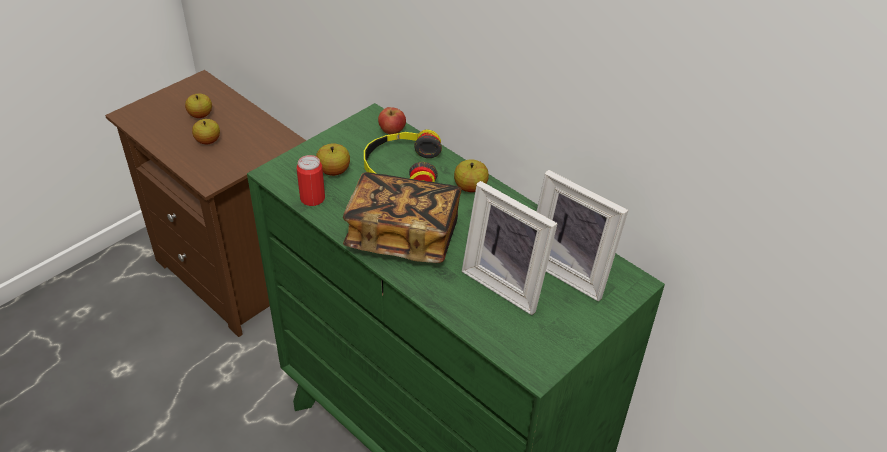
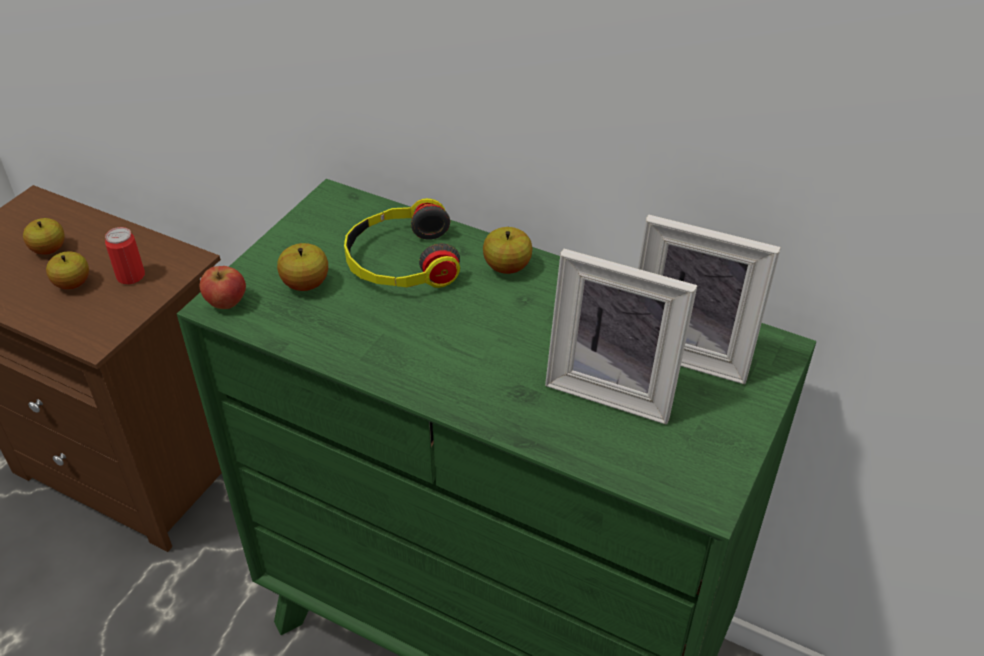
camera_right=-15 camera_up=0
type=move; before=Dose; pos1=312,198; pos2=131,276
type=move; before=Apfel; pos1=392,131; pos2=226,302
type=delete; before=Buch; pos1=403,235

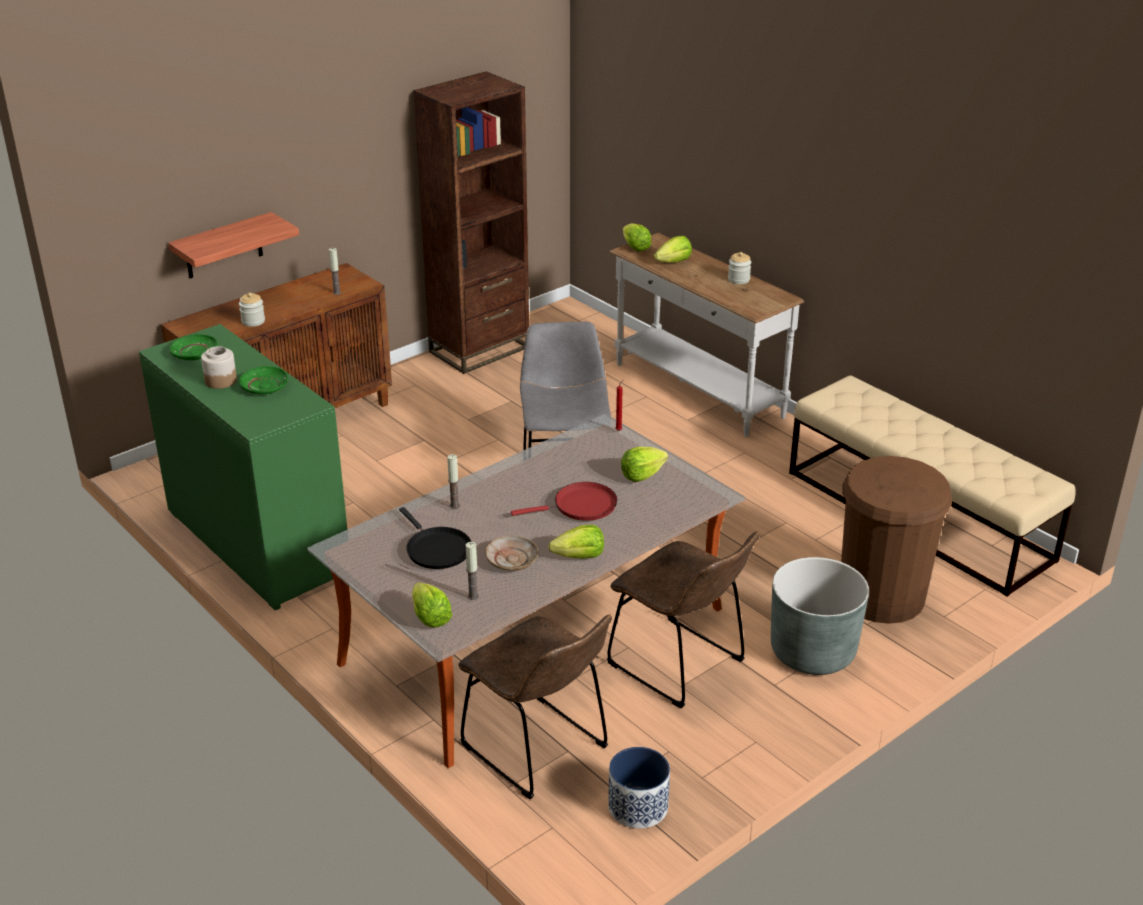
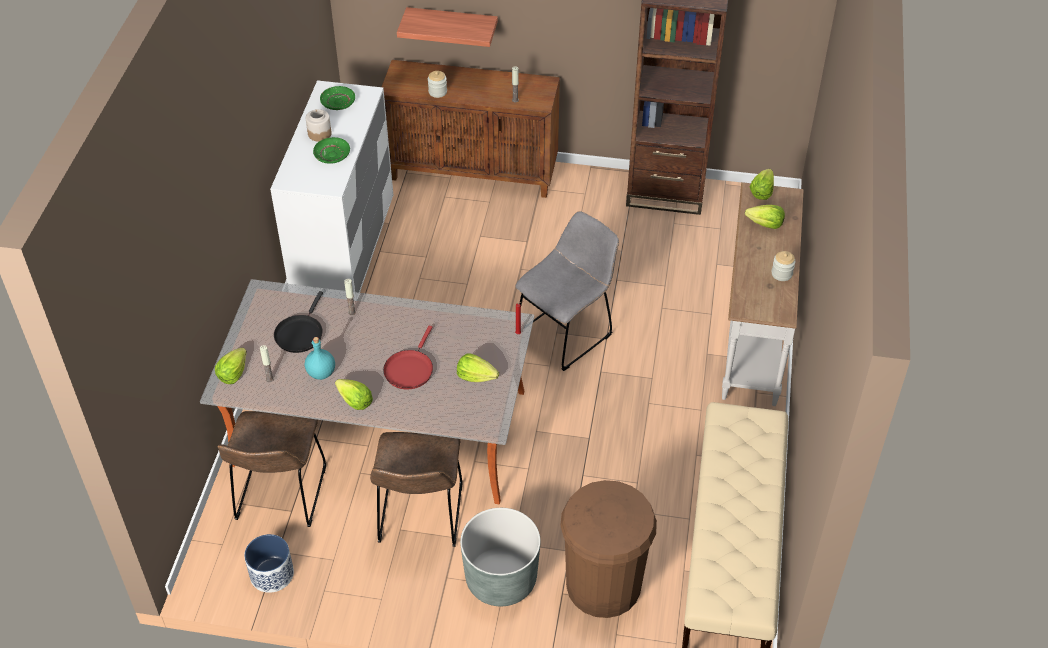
camera_right=50 camera_up=15
type=recolor; before=Kommode (grün); after=Kommode (weiß); pos1=257,543; pos2=343,246
type=replace; before=Teller (beige); after=Flasche (türkis); pos1=512,559; pos2=321,373
type=rotate; before=Pfanne (rot); pos1=581,506; pos2=409,369; turn=75

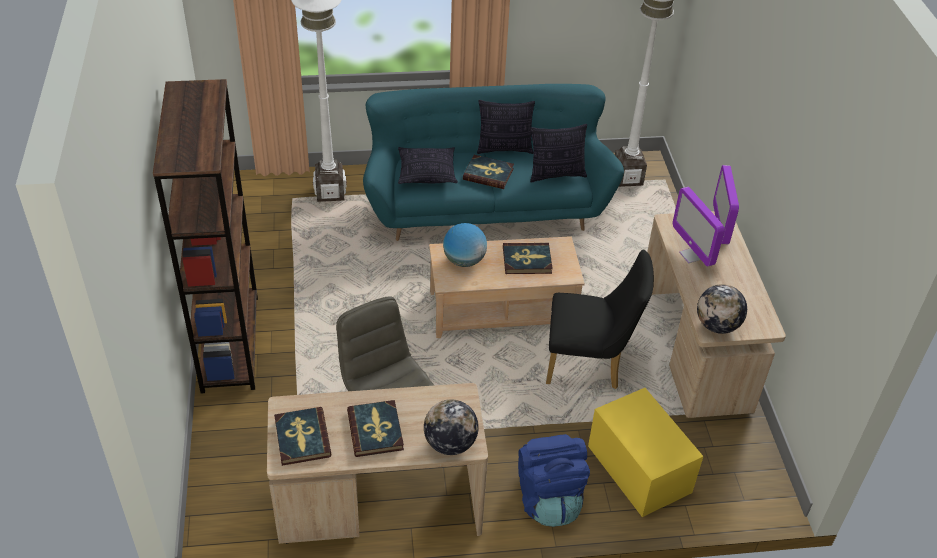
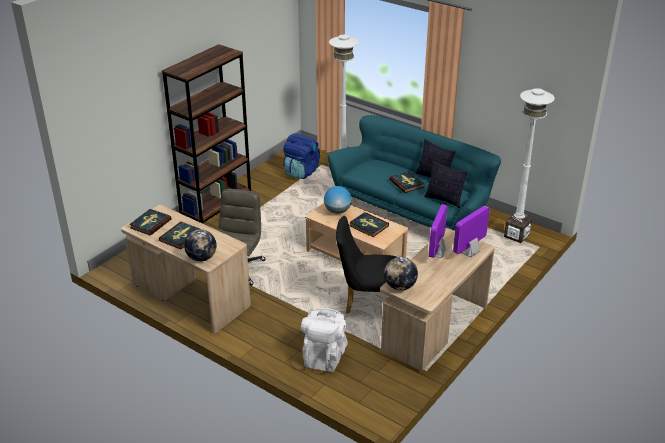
camera_right=45 camera_up=-10
type=move; before=Rucksack (blau); pos1=549,499; pos2=301,172
type=replace; before=Aufbewahrungsbox (gelb); after=Rucksack (weiß); pos1=639,469; pos2=324,356
type=rotate; before=Stuhl (schwarz); pos1=589,364; pos2=365,301; turn=135
type=delete; before=Kissen; pos1=427,173

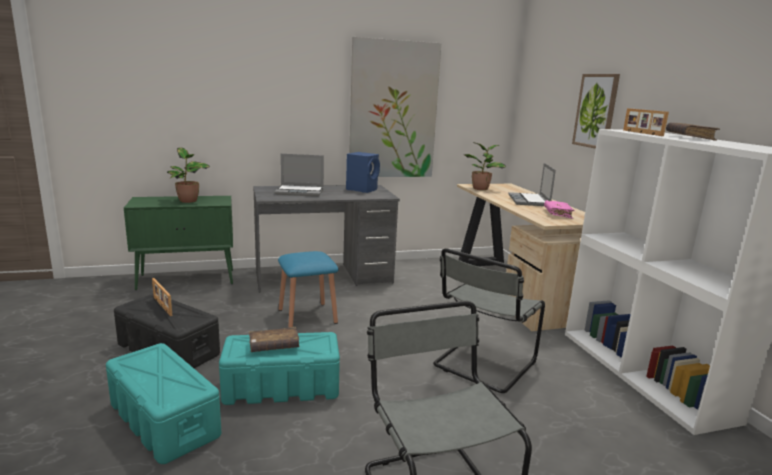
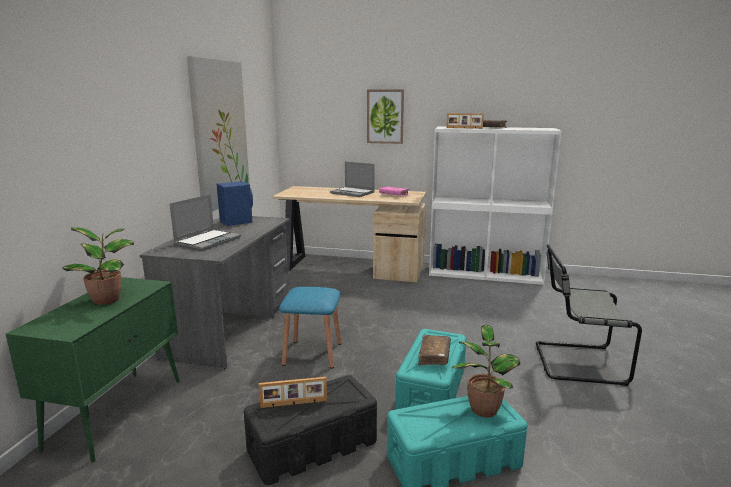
camera_right=-60 camera_up=0
type=move; before=Topfpflanze; pos1=481,188; pos2=483,408
type=delete; before=Stuhl (grau); pos1=482,365

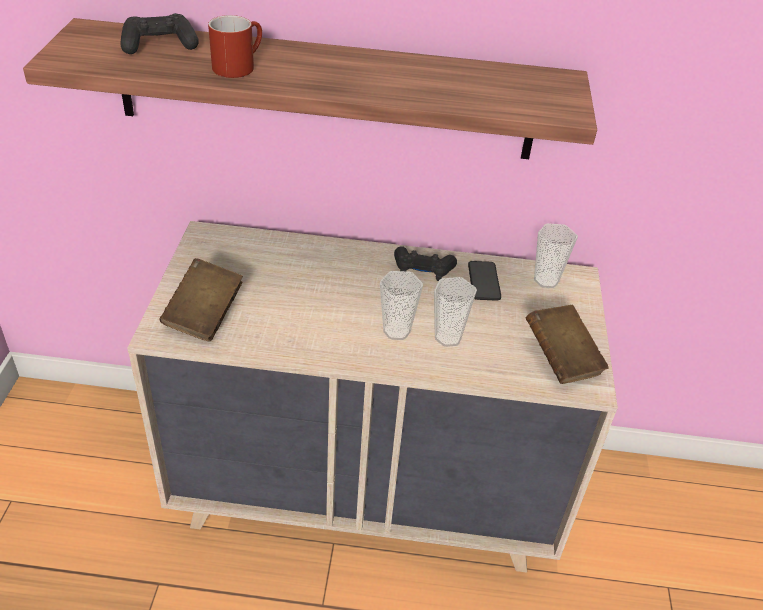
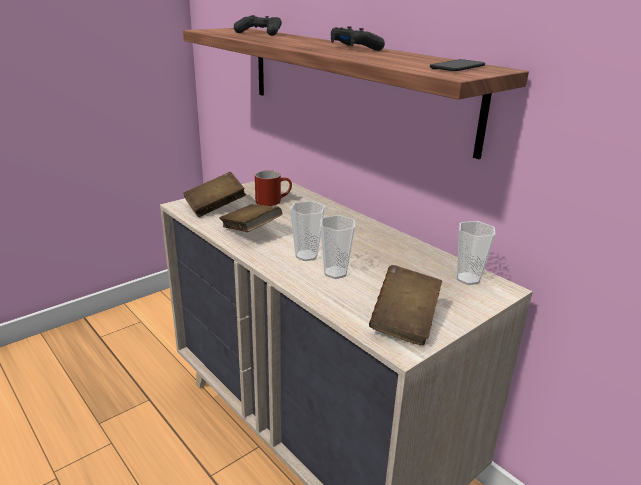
camera_right=45 camera_up=-15
type=insert; after=Buch (braun); pos2=250,231
type=move; before=Henkelbecher (rot); pos1=238,65; pos2=273,201
type=move; before=Gamepad (schwarz); pos1=422,270; pos2=354,48
type=move; before=Handy; pos1=484,281; pos2=457,67

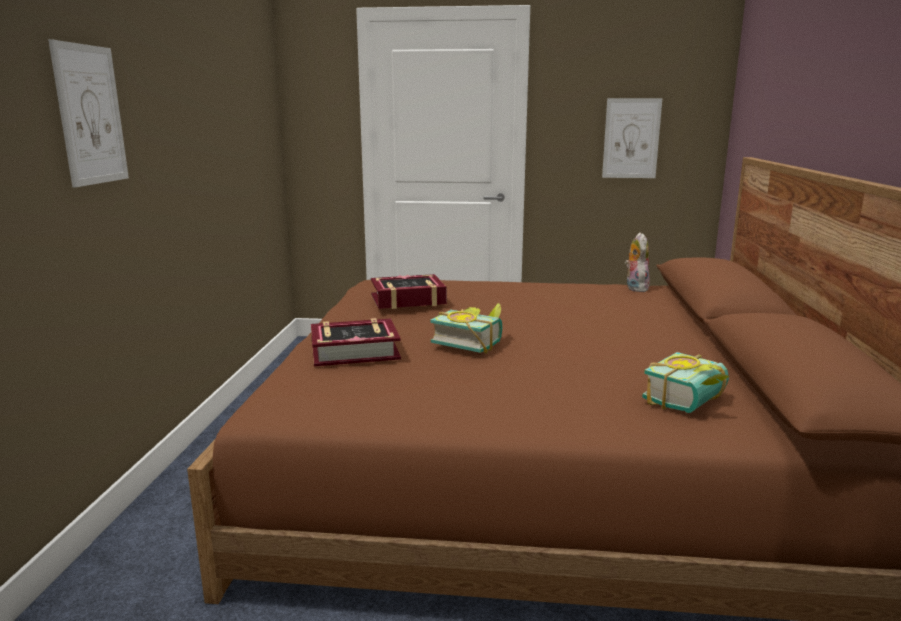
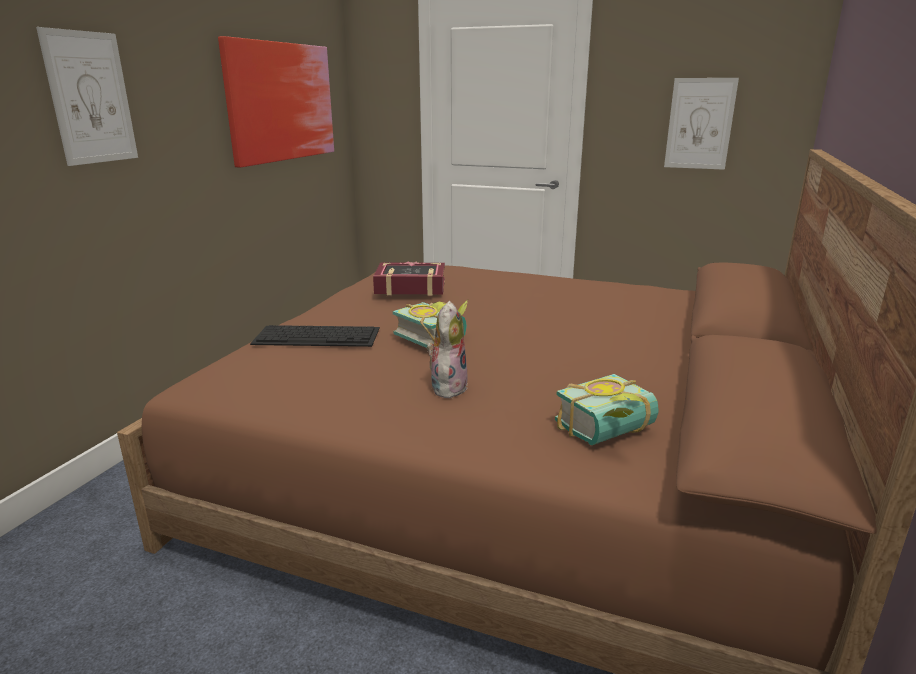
camera_right=15 camera_up=5
type=insert; after=Bild; pos2=281,102
type=replace; before=Buch; after=Tastatur; pos1=354,351; pos2=318,336
type=move; before=Plüschtier; pos1=634,288; pos2=447,387

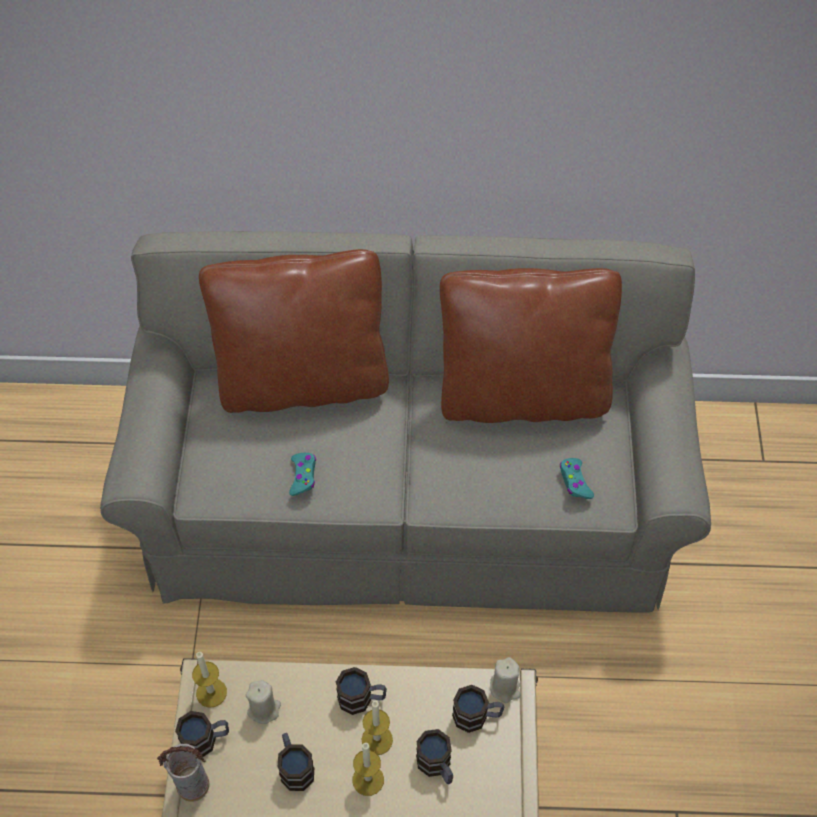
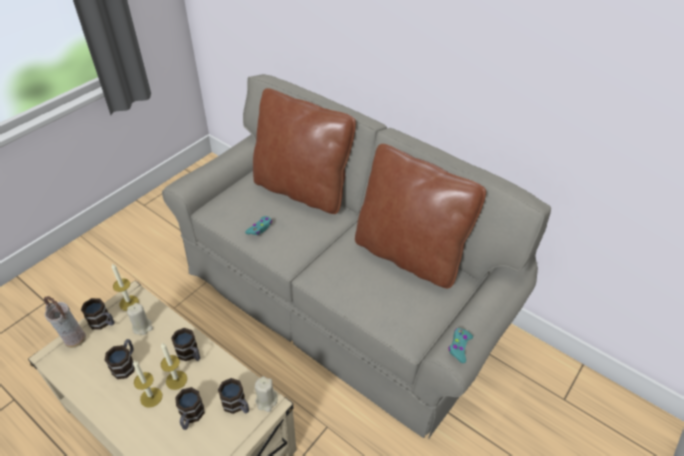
camera_right=35 camera_up=-10
type=move; before=Gamepad (türkis); pos1=575,482; pos2=459,347

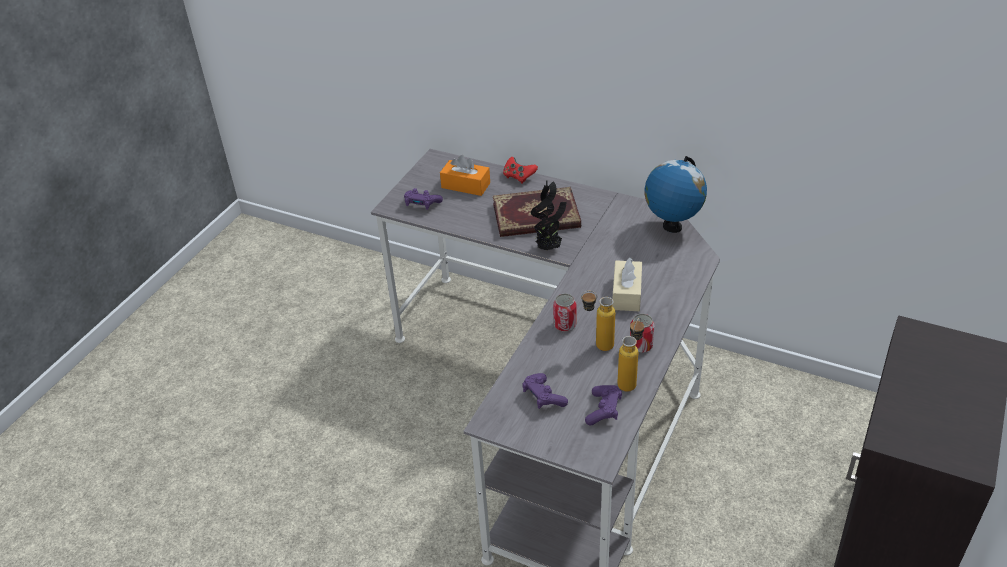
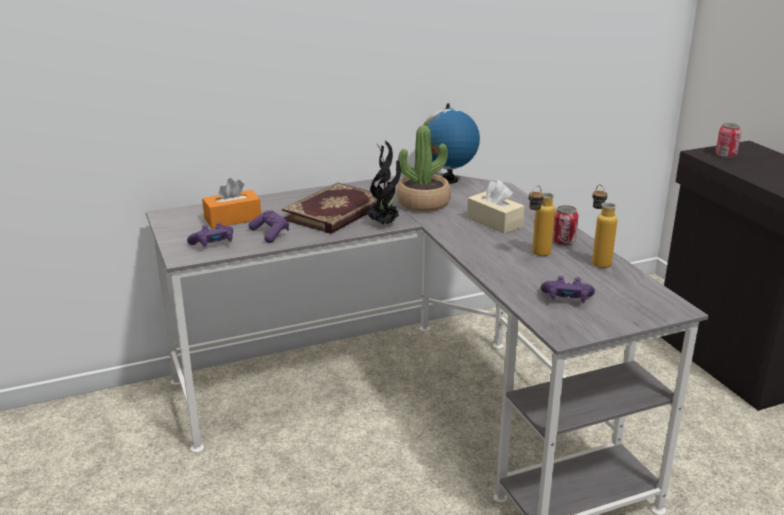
camera_right=-50 camera_up=-15
type=move; before=Gamepad (lila); pos1=603,410; pos2=270,233
type=insert; after=Topfpflanze; pos2=423,203
type=move; before=Dose; pos1=564,325; pos2=725,155
type=delete; before=Gamepad (rot); pos1=518,177

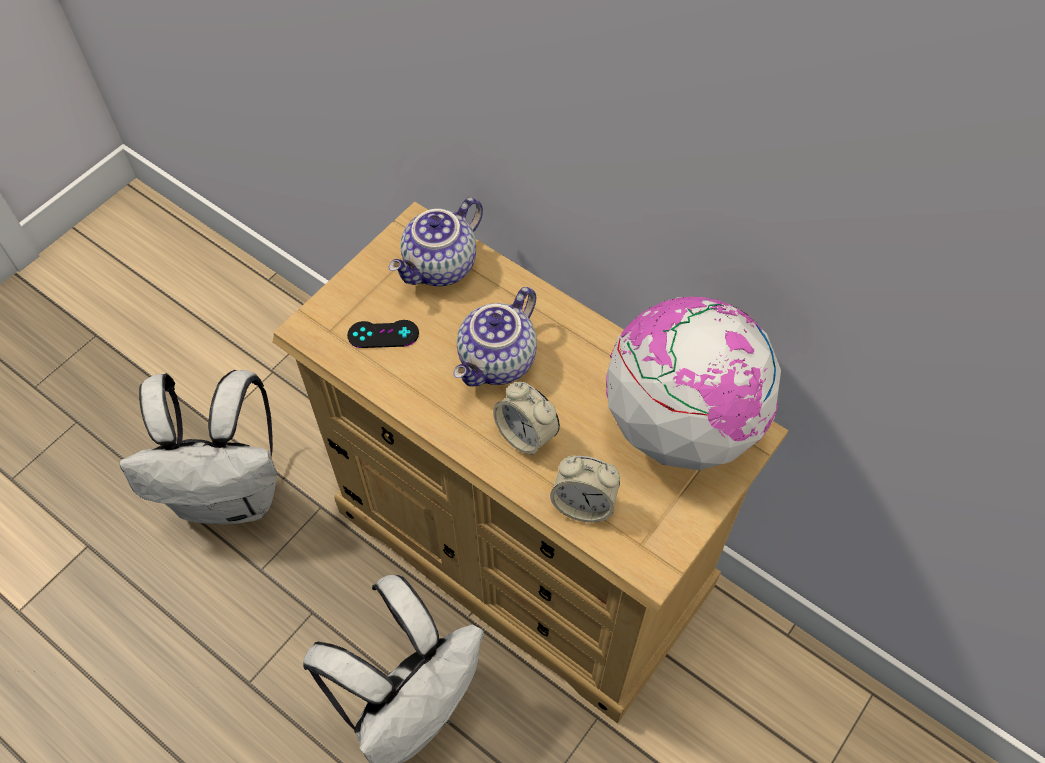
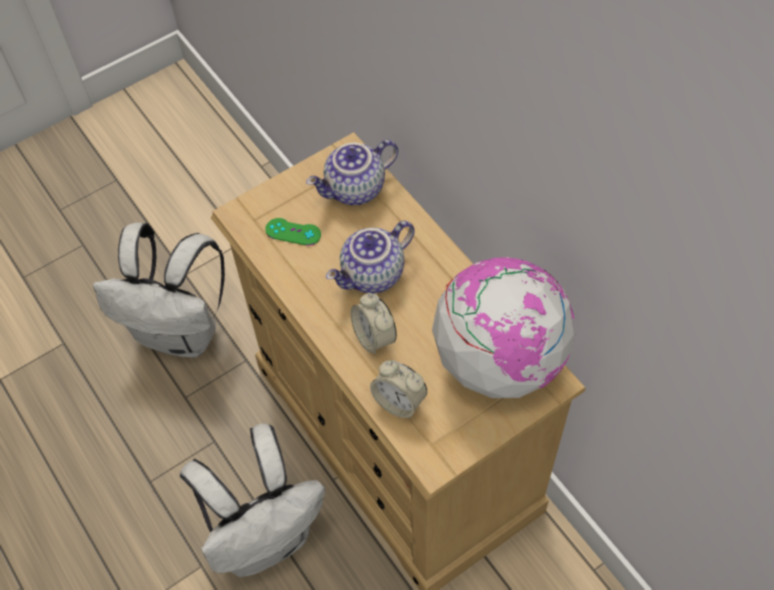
camera_right=20 camera_up=0
type=recolor; before=Gamepad (schwarz); after=Gamepad (grün); pos1=383,334; pos2=293,232

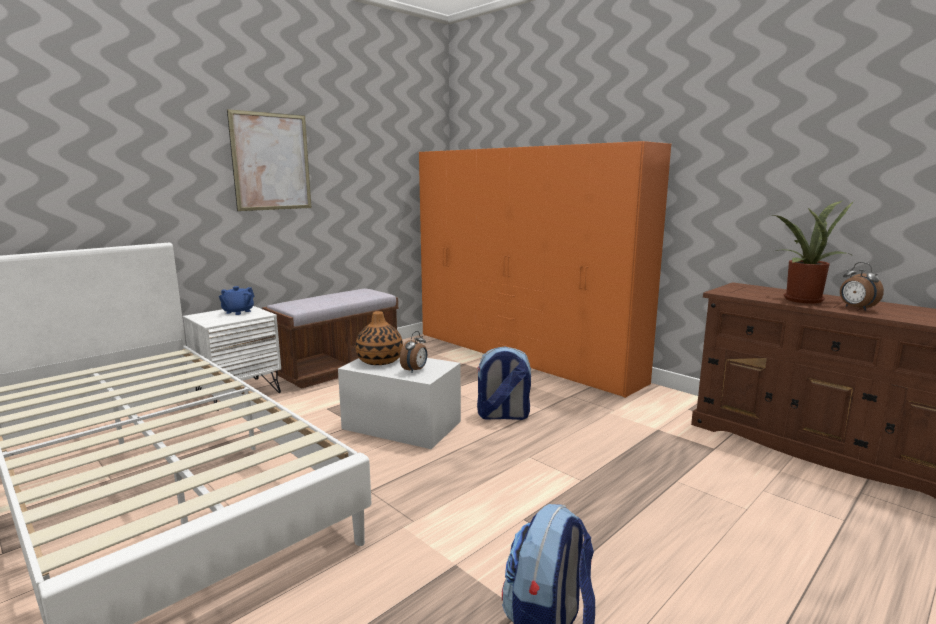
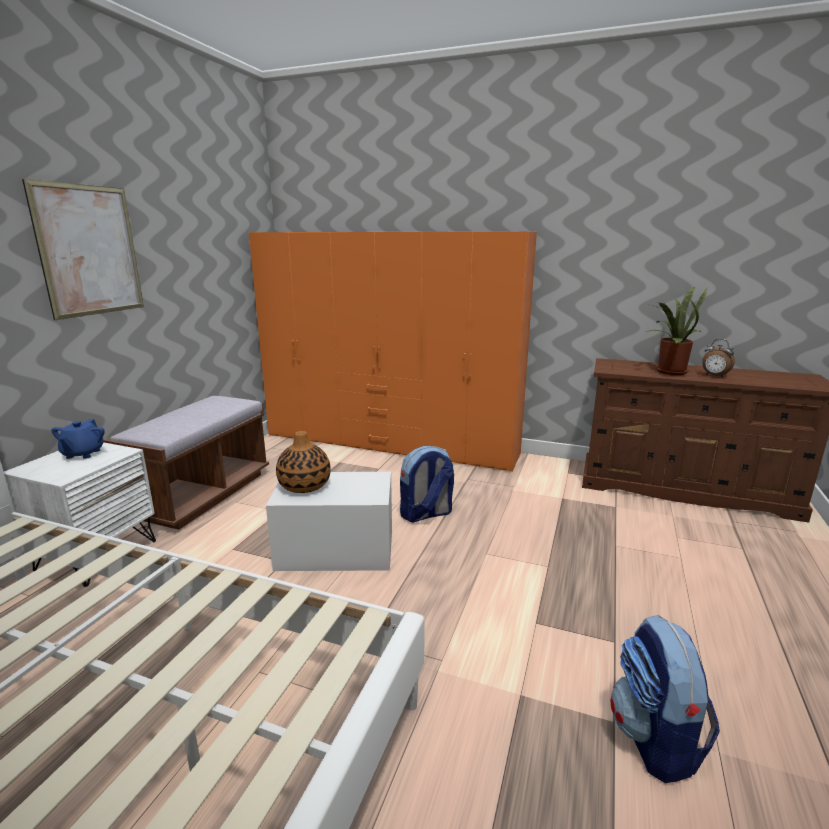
camera_right=-25 camera_up=5
type=delete; before=Wecker; pos1=415,370

